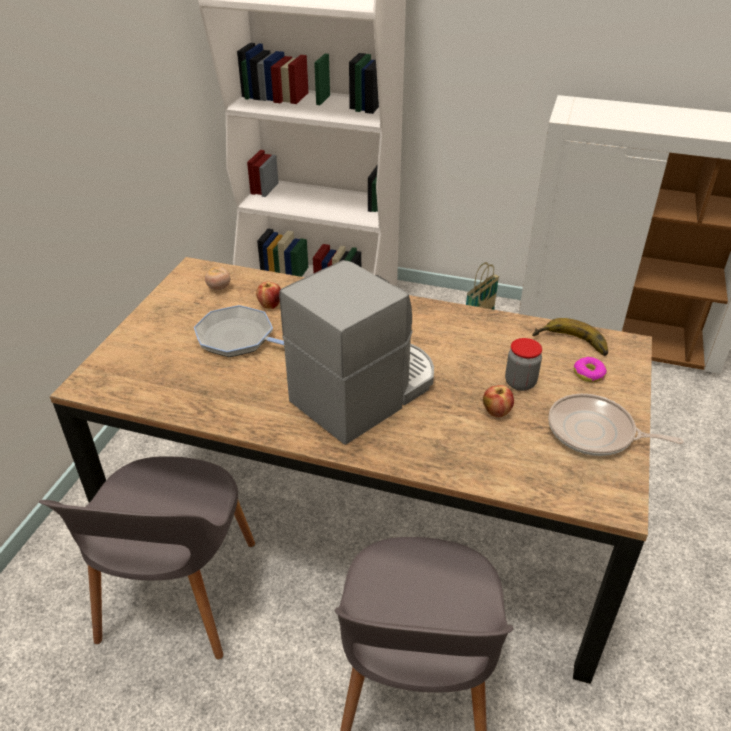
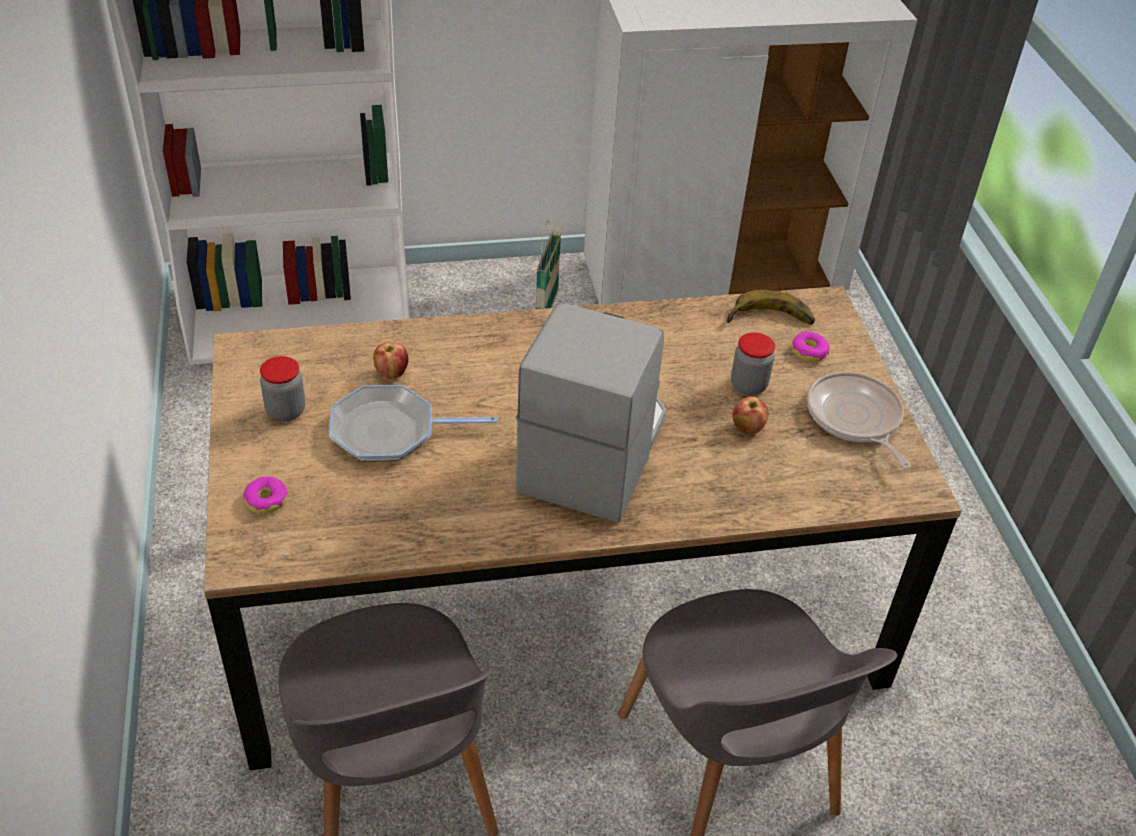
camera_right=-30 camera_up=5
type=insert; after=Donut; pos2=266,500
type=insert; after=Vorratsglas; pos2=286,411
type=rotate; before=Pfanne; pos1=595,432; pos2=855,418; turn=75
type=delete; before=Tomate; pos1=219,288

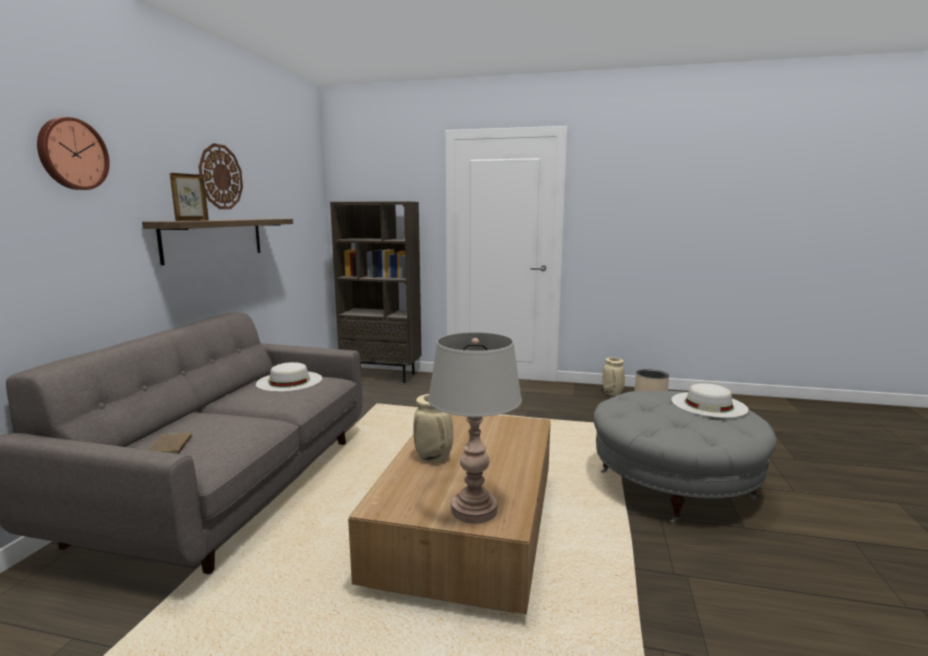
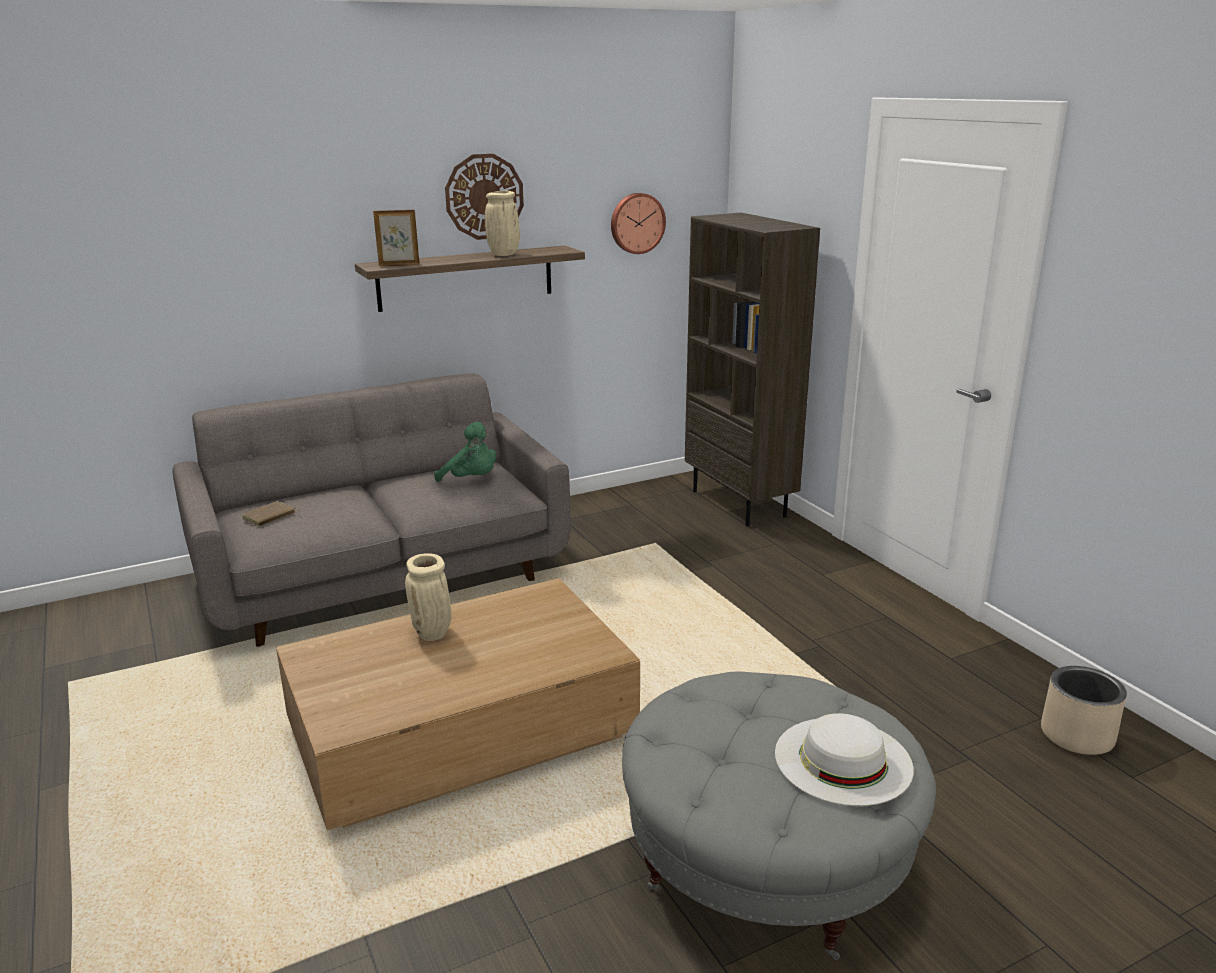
camera_right=50 camera_up=10
type=replace; before=Hut (weiß); after=Plüschtier (grün); pos1=289,381; pos2=471,480
type=move; before=Vase (beige); pos1=613,394; pos2=504,255
type=move; before=Wanduhr; pos1=71,154; pos2=636,223
type=delete; before=Tischlampe (grau); pos1=474,510

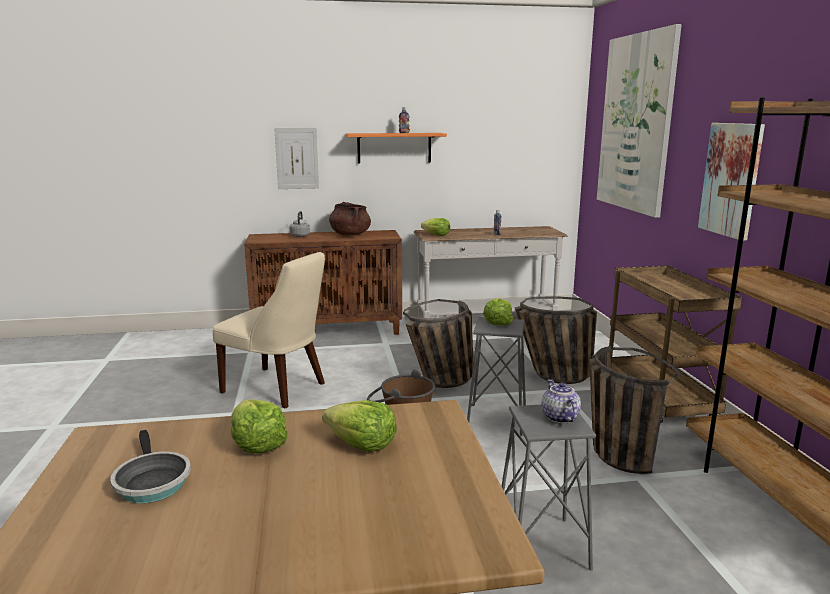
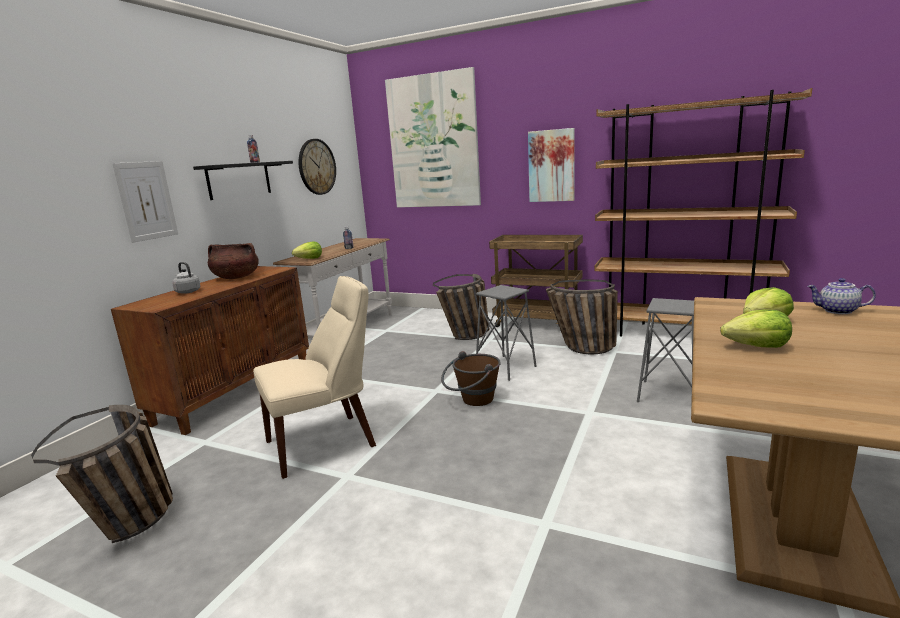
camera_right=-55 camera_up=0
type=move; before=Korb; pos1=442,383; pos2=134,526
type=recolor; before=Wandregal (orange); after=Wandregal (schwarz); pos1=394,148; pos2=239,180
type=insert; after=Wanduhr; pos2=317,167
type=move; before=Teekanne; pos1=558,417; pos2=837,311
type=delete; before=Pfanne; pos1=151,482
type=delete; before=Salatkopf; pos1=497,322

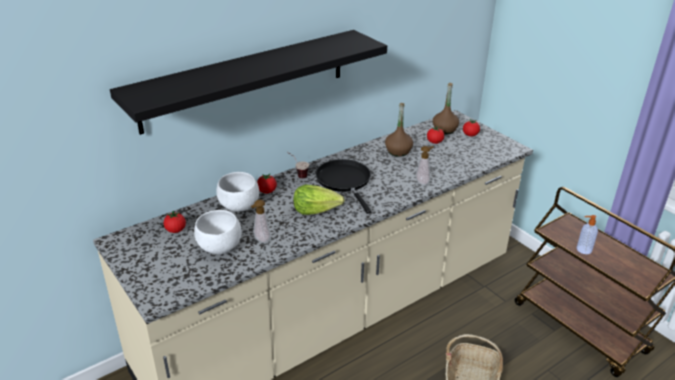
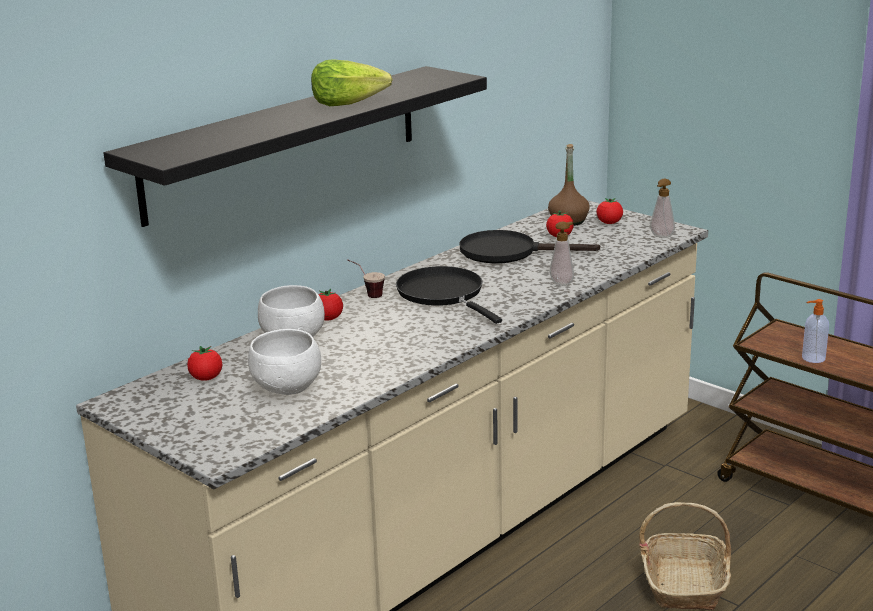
camera_right=-10 camera_up=-10
type=move; before=Salatkopf; pos1=316,210; pos2=348,103
type=replace; before=Flasche (braun); after=Pfanne (schwarz); pos1=398,151; pos2=509,252
type=move; before=Seifenspender; pos1=260,241; pos2=661,236

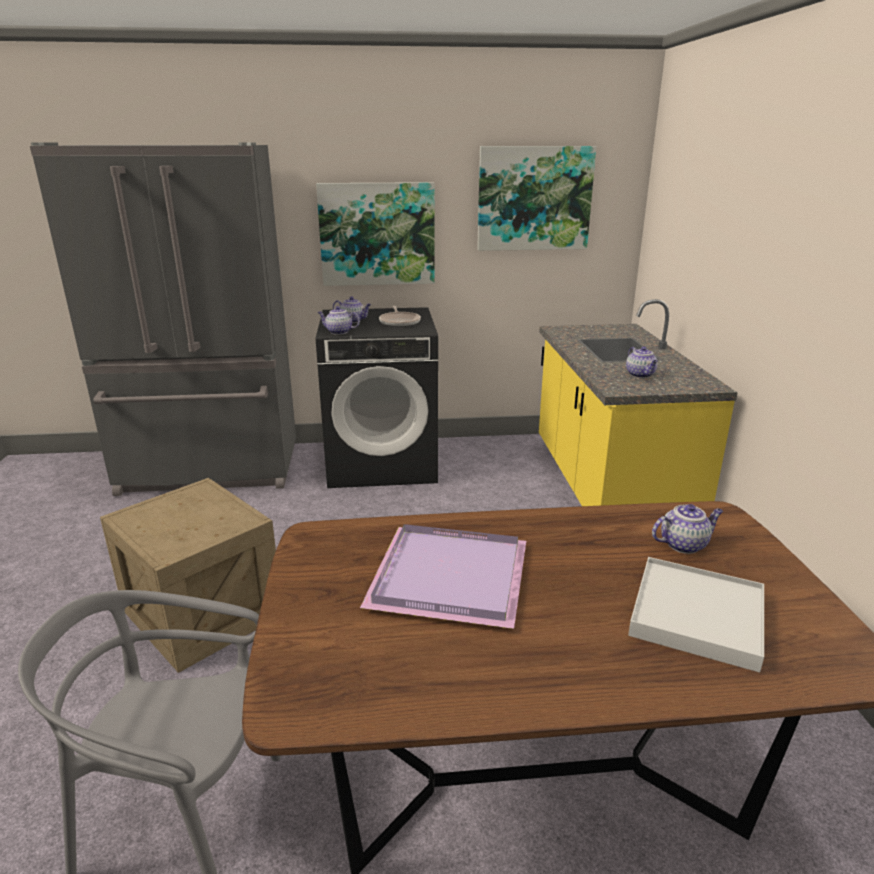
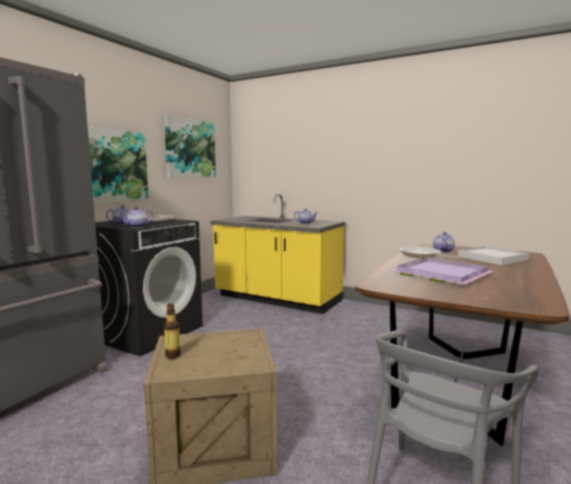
camera_right=-55 camera_up=-15
type=insert; after=Flasche; pos2=172,355
type=insert; after=Pfanne; pos2=422,255

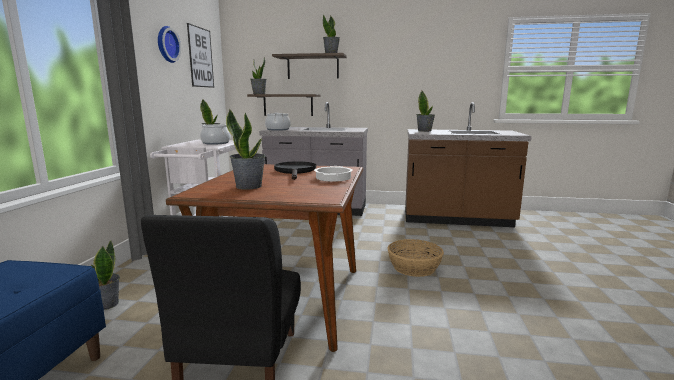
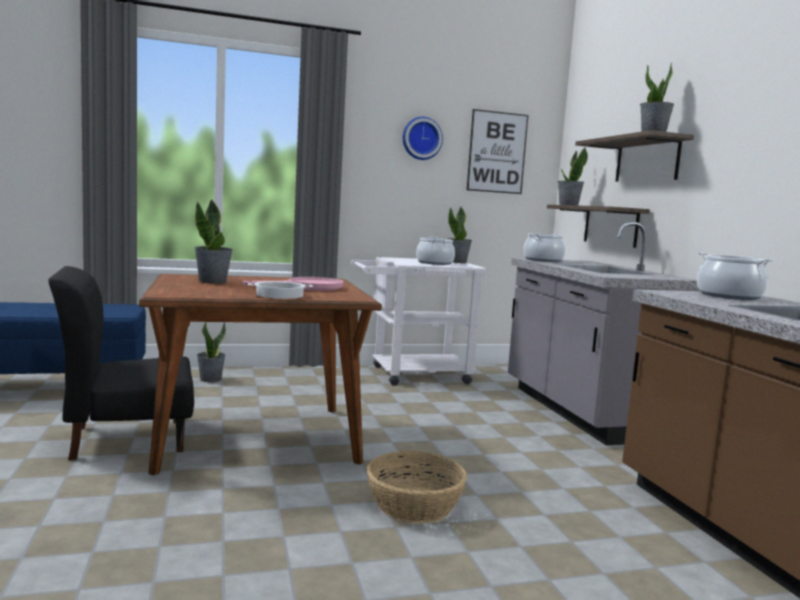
camera_right=65 camera_up=-5
type=recolor; before=Pfanne (schwarz); after=Pfanne (rosa); pos1=295,171; pos2=307,287
type=replace; before=Topfpflanze; after=Kochtopf; pos1=424,131; pos2=729,296

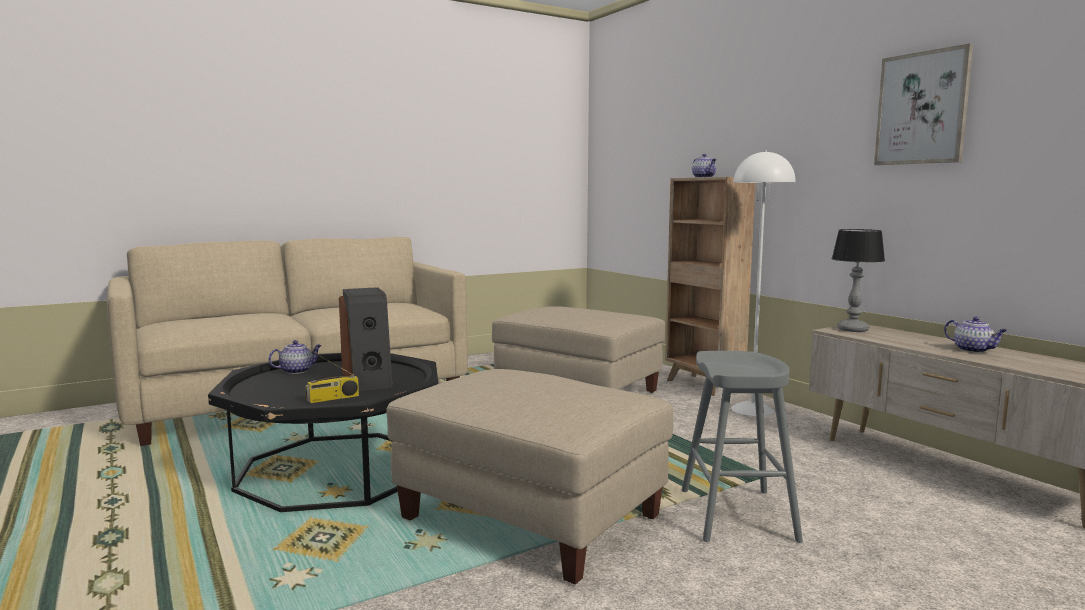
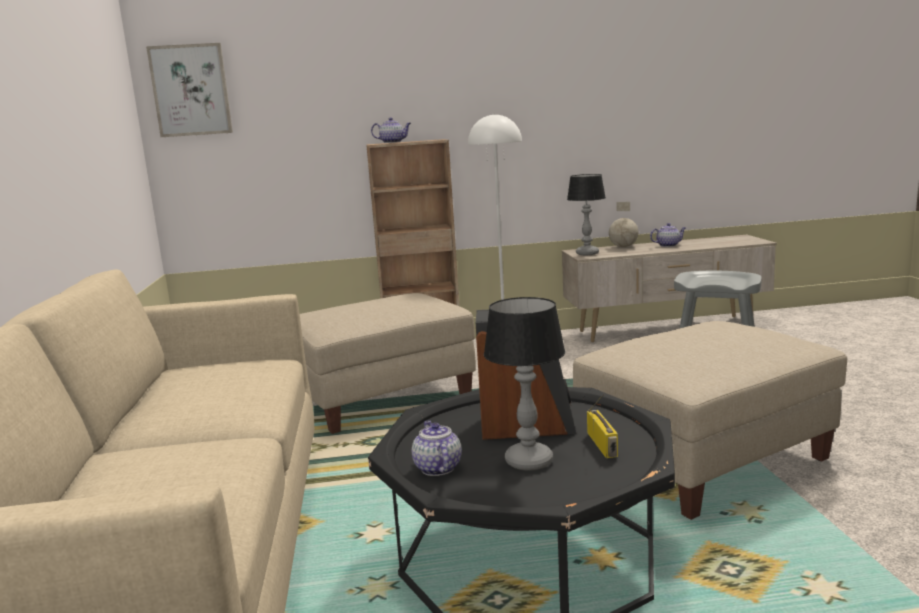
camera_right=-65 camera_up=5
type=move; before=Bild; pos1=922,108; pos2=191,90
type=insert; after=Tischlampe; pos2=529,462
type=insert; after=Globus; pos2=623,247

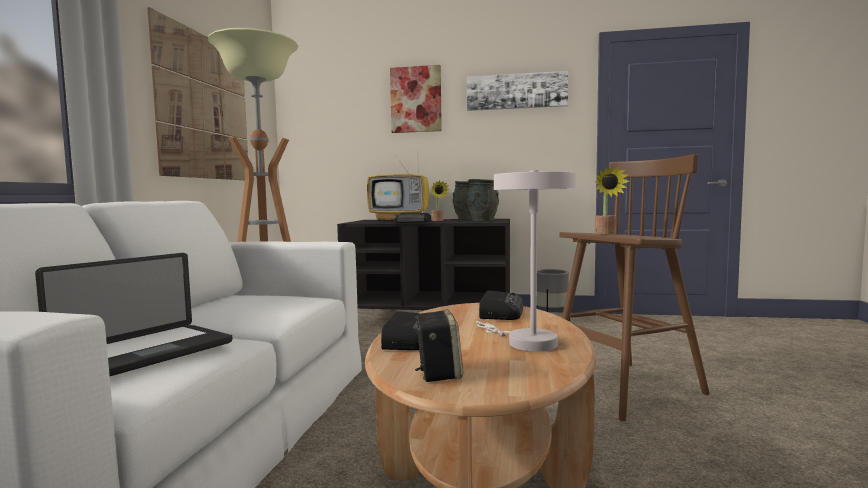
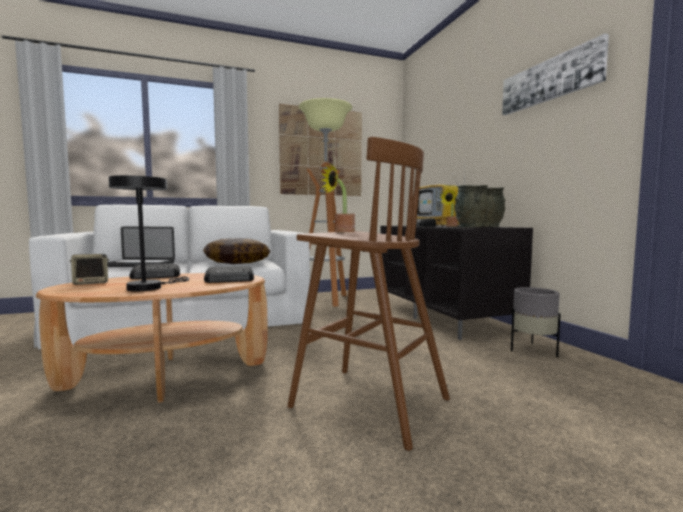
camera_right=60 camera_up=0
type=recolor; before=Tischlampe (weiß); after=Tischlampe (schwarz); pos1=525,342; pos2=149,287
type=insert; after=Kissen; pos2=236,263
type=delete; before=Bild; pos1=416,99

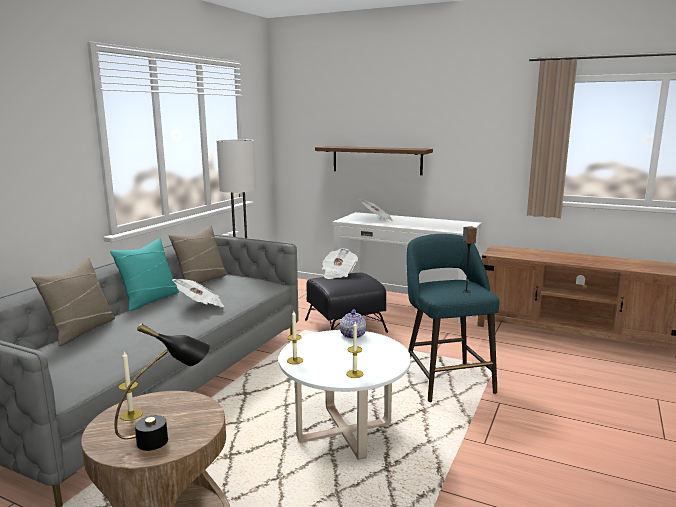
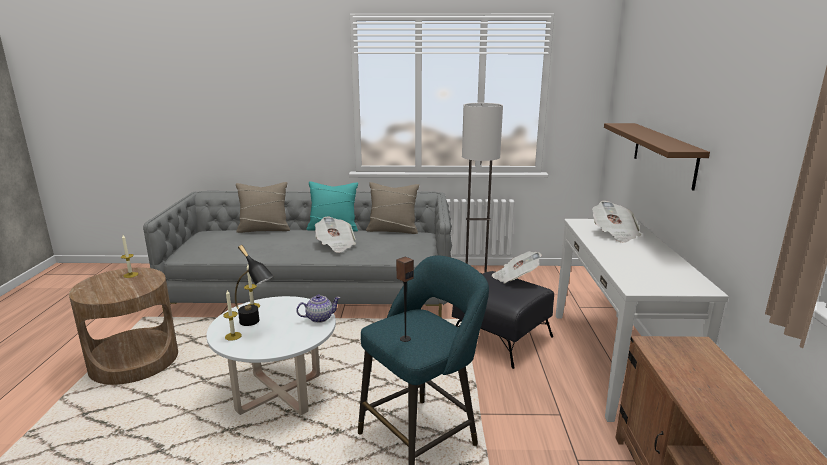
camera_right=65 camera_up=5
type=move; before=Tischlampe (schwarz); pos1=168,437; pos2=255,324

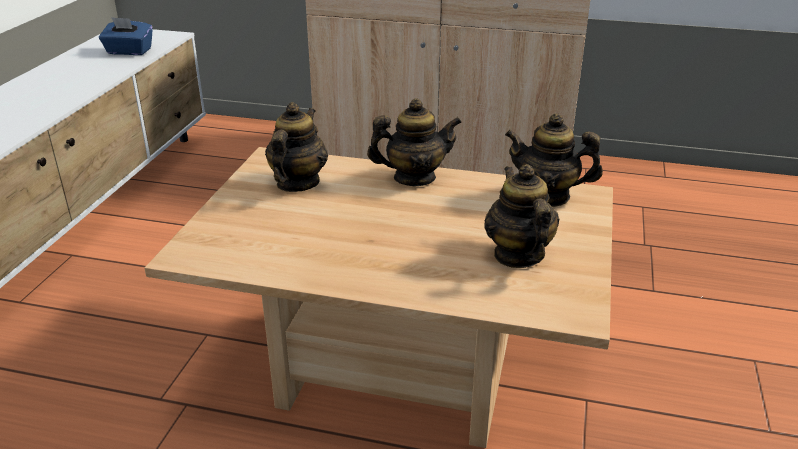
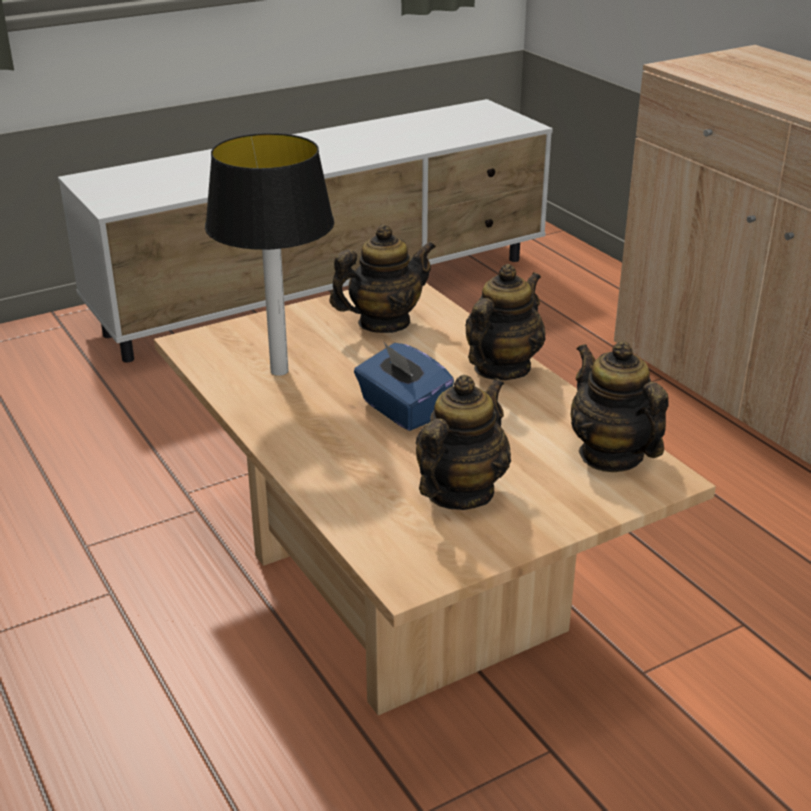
camera_right=45 camera_up=0
type=insert; after=Tischlampe; pos2=280,370
type=move; before=Taschentuchbox (blau); pos1=129,51; pos2=402,410
type=rotate; before=Teekanne; pos1=414,178; pos2=501,368; turn=-90

